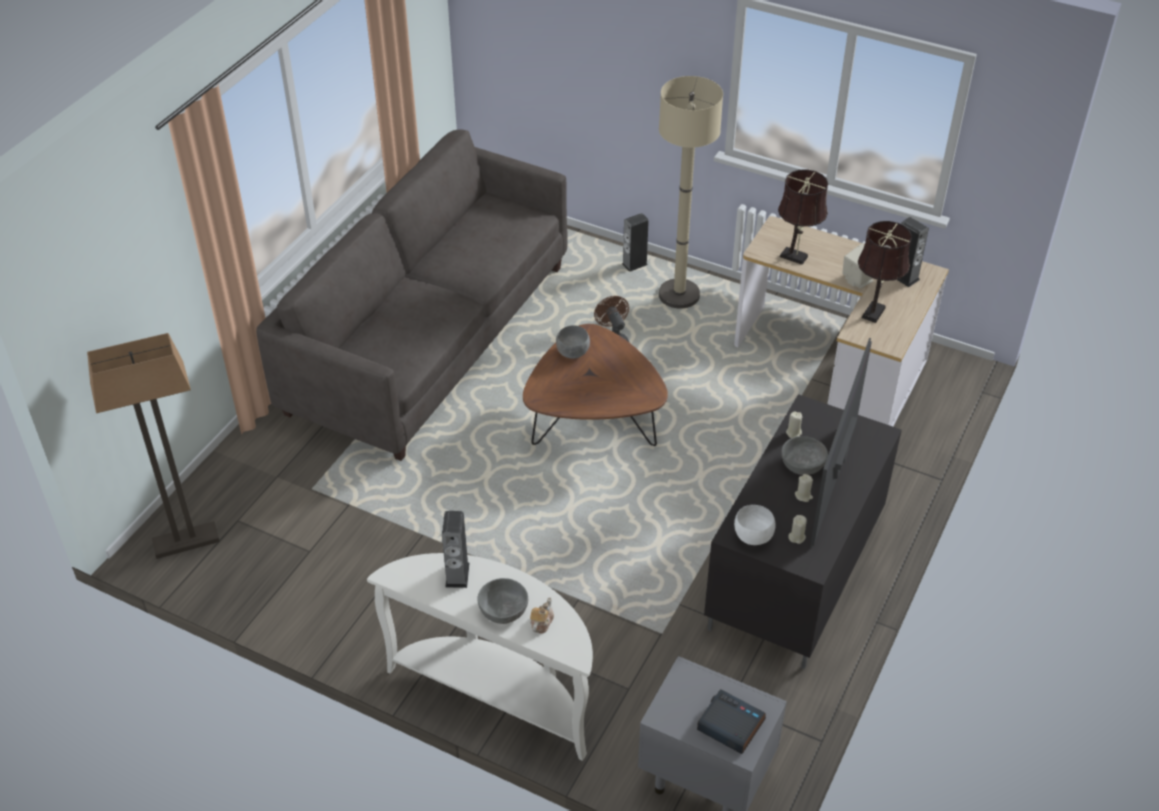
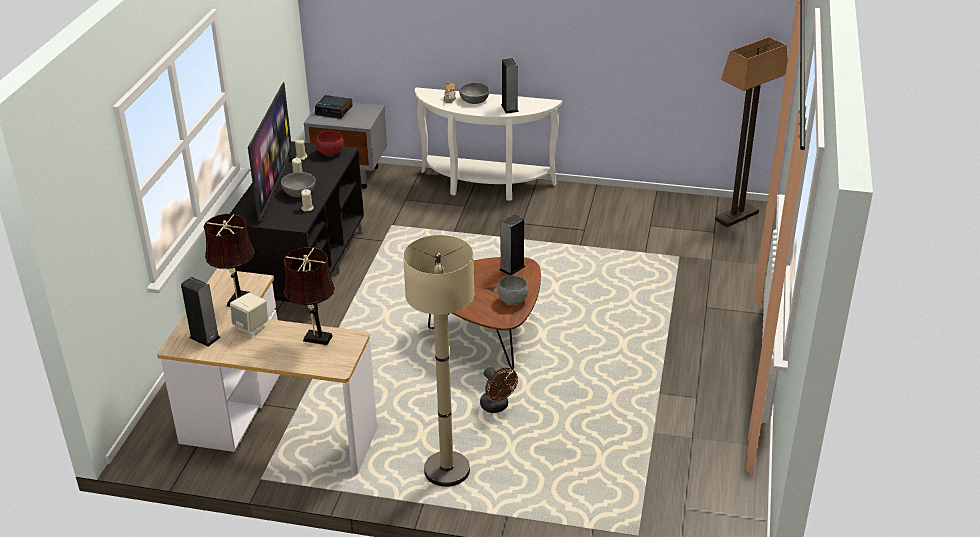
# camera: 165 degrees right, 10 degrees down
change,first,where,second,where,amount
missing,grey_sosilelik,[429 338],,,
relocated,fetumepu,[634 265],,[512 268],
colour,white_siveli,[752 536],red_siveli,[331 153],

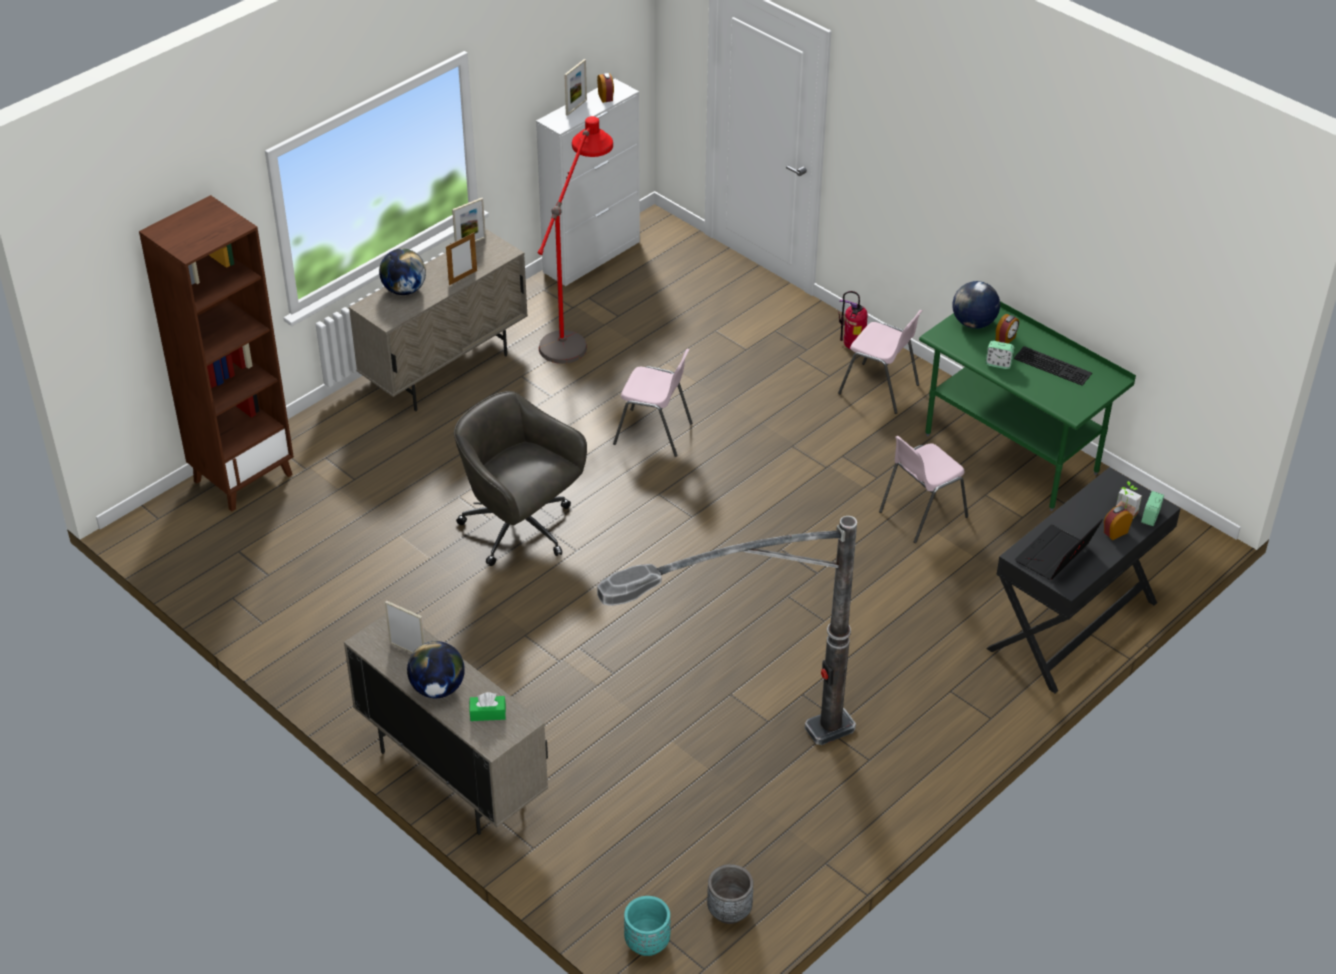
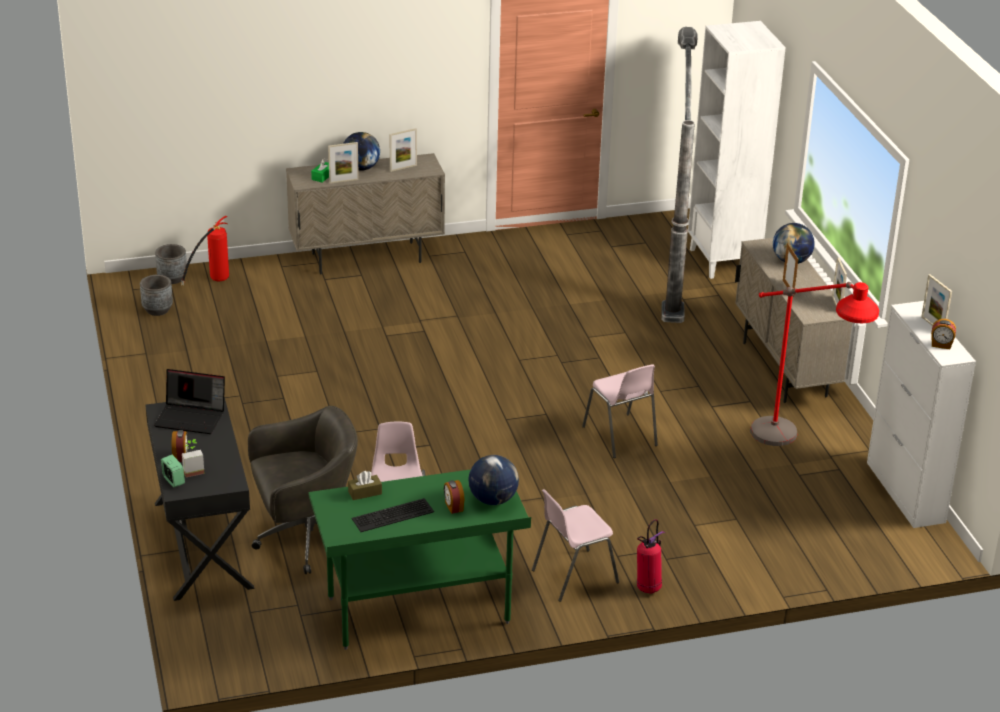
# camera: 120 degrees right, 10 degrees down
change,first,where,second,where,amount
colour,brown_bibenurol,[243 477],white_bibenurol,[723 261],
missing,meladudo,[998 364],,,
spun,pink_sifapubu,[654 434],,[620 436],75 degrees counterclockwise
relocated,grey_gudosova,[520 529],,[305 539],
relocated,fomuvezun,[730 767],,[672 271],
spun,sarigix,[1055 557],,[192 417],120 degrees clockwise
colour,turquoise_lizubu,[647 943],grey_lizubu,[172 278],
appeared,,,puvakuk,[343 181],
appeared,,,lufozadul,[212 282],
appeared,,,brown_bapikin,[365 492],

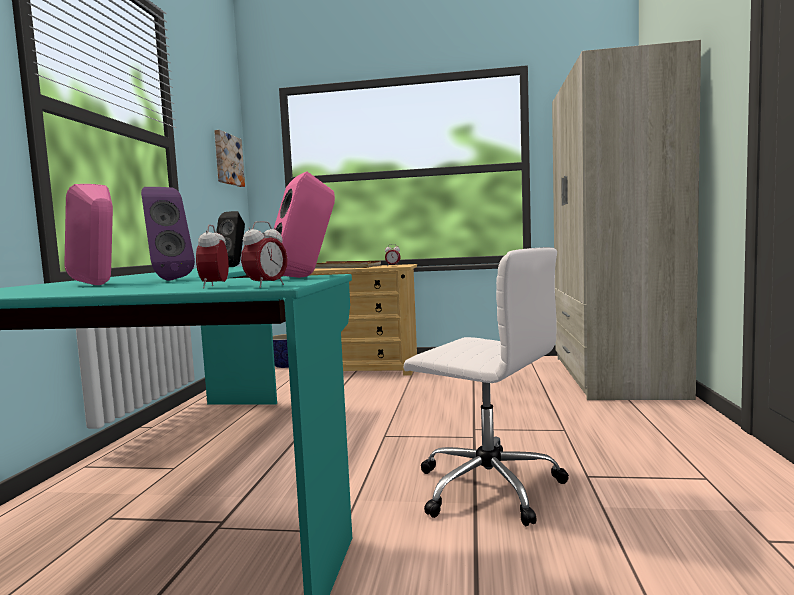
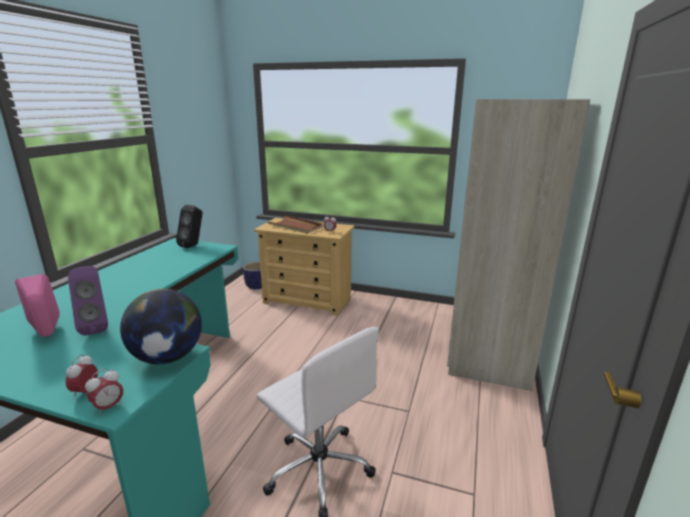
# camera: 10 degrees right, 15 degrees up
change,first,where,second,where,amount
missing,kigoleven,[227 159],,,
exchanged,pink_fetumepu,[304 277],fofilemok,[168 357],

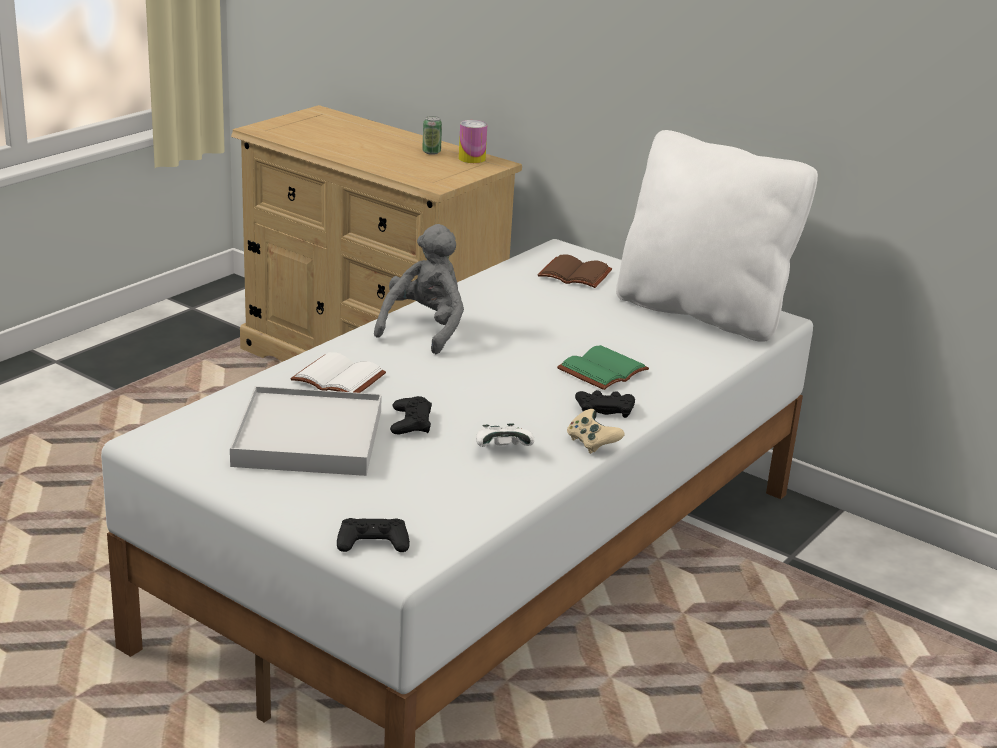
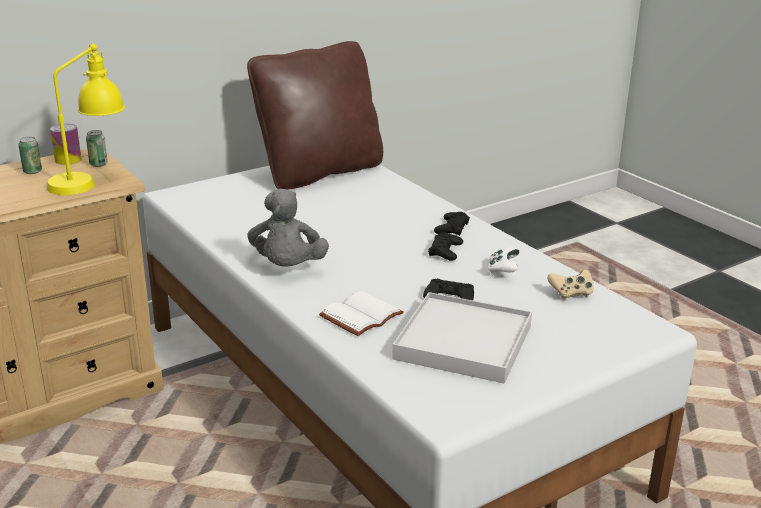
# camera: 70 degrees left, 0 degrees up
change,first,where,second,where,amount
colour,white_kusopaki,[702 312],brown_kusopaki,[319 172],
spun,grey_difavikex,[425 329],,[288 267],135 degrees counterclockwise
missing,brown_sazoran,[576 274],,,
missing,green_sazoran,[602 369],,,
relocated,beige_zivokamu,[591 443],,[571 294],
relocated,black_zivokamu,[373 542],,[445 251],
appeared,,,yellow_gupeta,[90 181],
appeared,,,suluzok,[98 164],

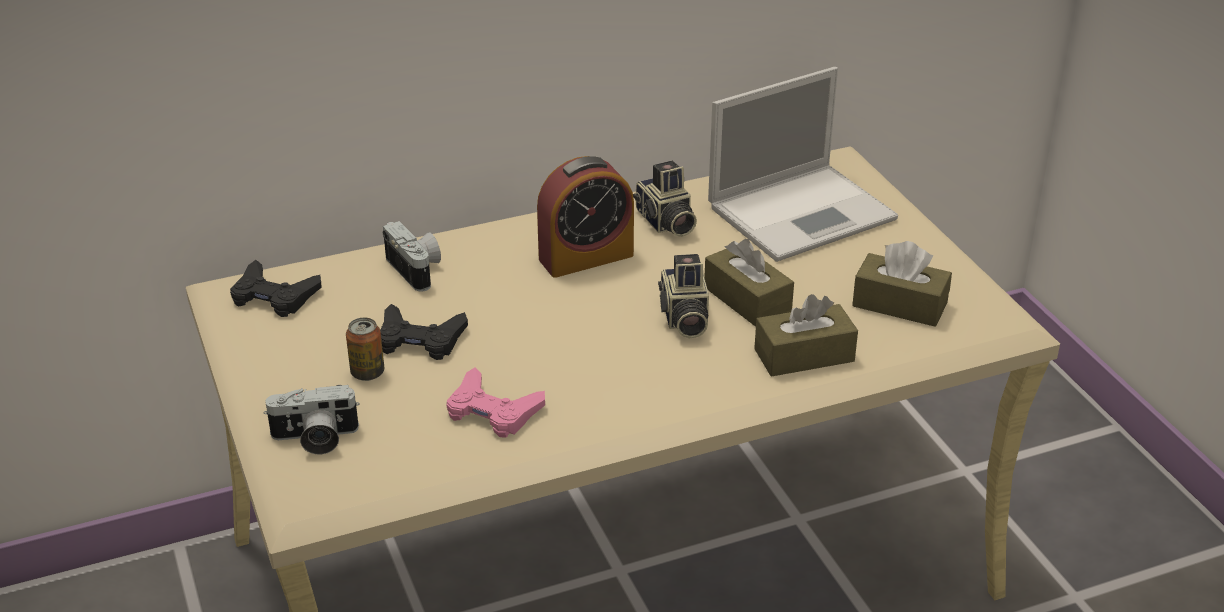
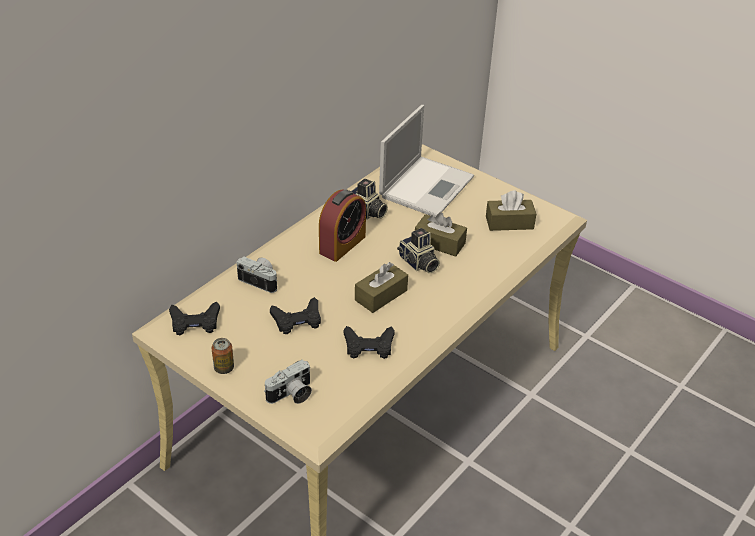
# camera: 30 degrees left, 5 degrees up
change,first,where,second,where,amount
relocated,brown_bapikin,[804 355],,[381 295],
relocated,suluzok,[367 373],,[224 368],
colour,pink_zivokamu,[492 411],black_zivokamu,[368 346],

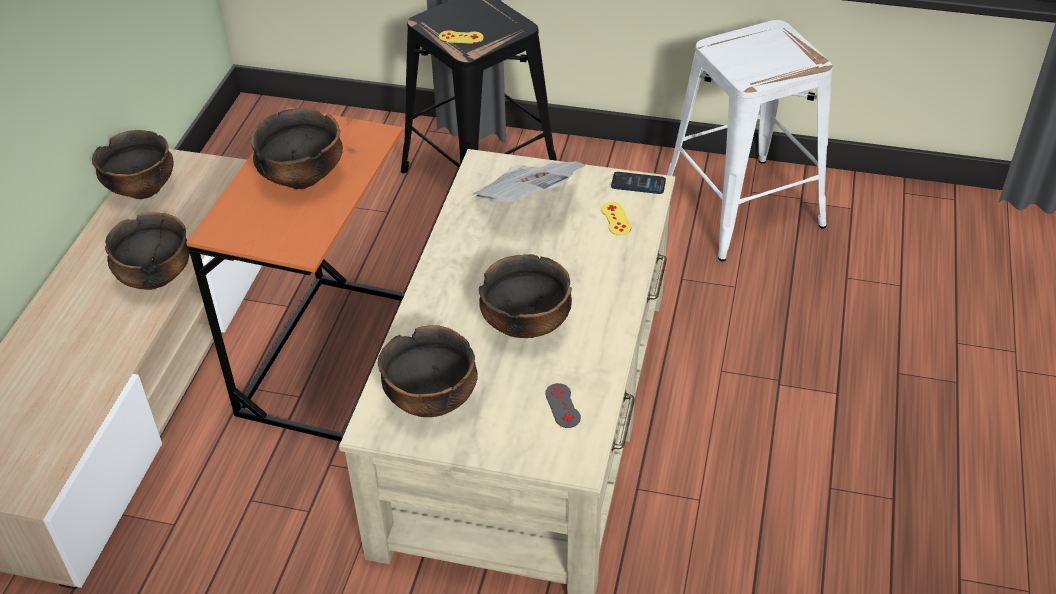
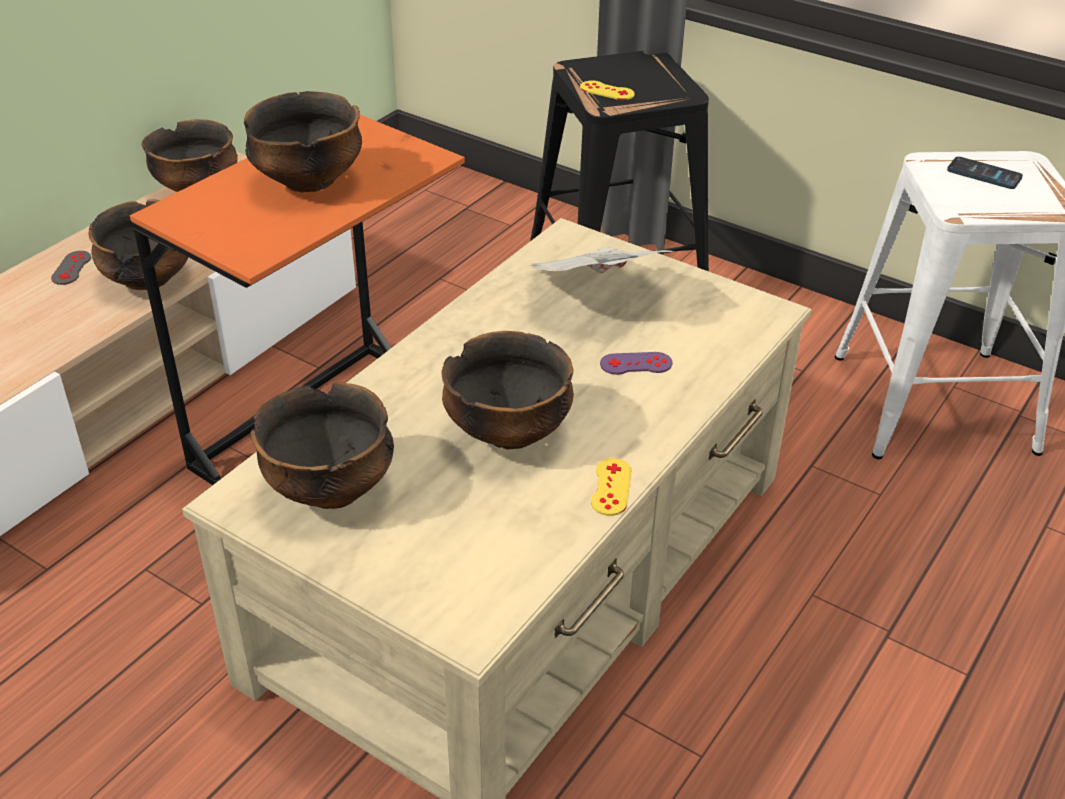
# camera: 20 degrees right, 5 degrees down
change,first,where,second,where,amount
relocated,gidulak,[638 184],,[984 174],
relocated,yellow_zivokamu,[616 219],,[611 487],
relocated,grey_zivokamu,[562 406],,[71 268],
appeared,,,purple_zivokamu,[636 364],

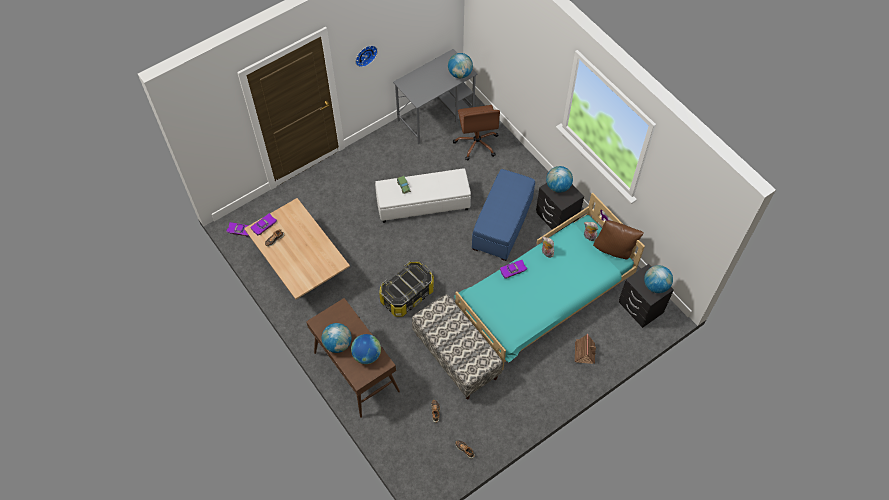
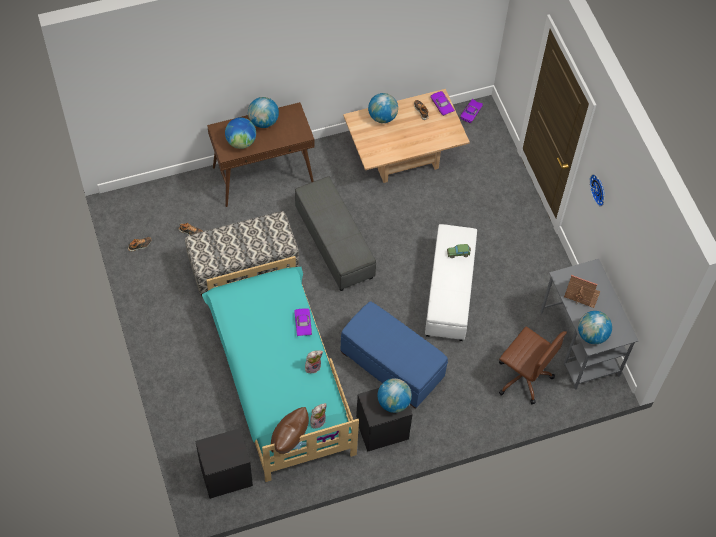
# camera: 105 degrees right, 0 degrees up
change,first,where,second,where,amount
spun,brown_gudosova,[476 143],,[523 377],150 degrees counterclockwise
exchanged,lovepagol,[407 295],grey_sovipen,[335 243],
relocated,fofilemok,[655 285],,[382 117],
relocated,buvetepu,[584 352],,[581 294],

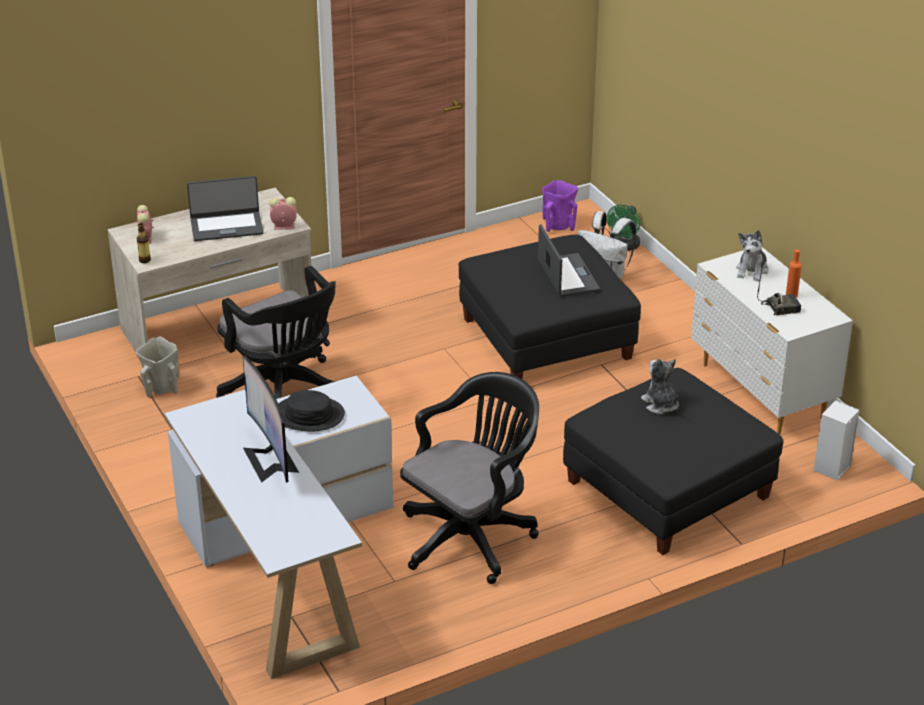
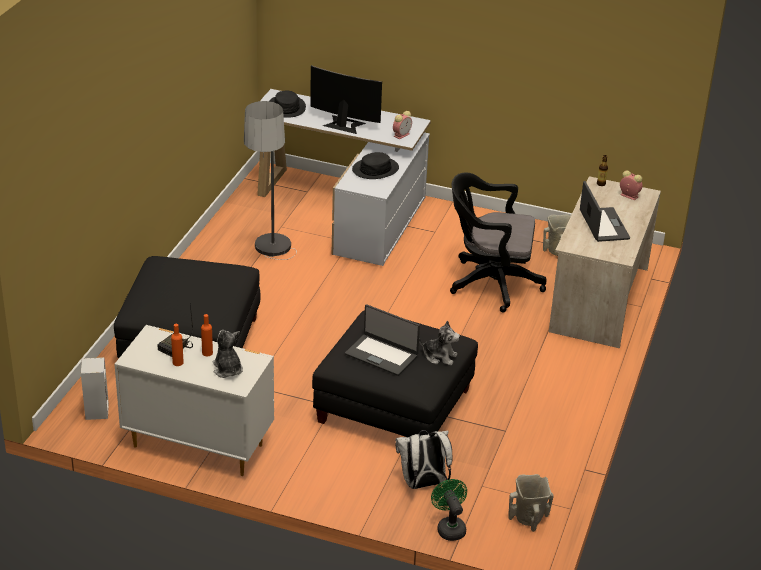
# camera: 135 degrees right, 0 degrees up
change,first,where,second,where,amount
spun,sarigix,[226 226],,[603 225],135 degrees clockwise
colour,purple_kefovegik,[559 225],beige_kefovegik,[528 519],
relocated,meladudo,[283 226],,[402 135],
relocated,difavikex,[660 405],,[439 356],
exchanged,black_gudosova,[472 536],fomuvezun,[271 264],
appeared,,,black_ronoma,[286 107],
appeared,,,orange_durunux,[207 353],

